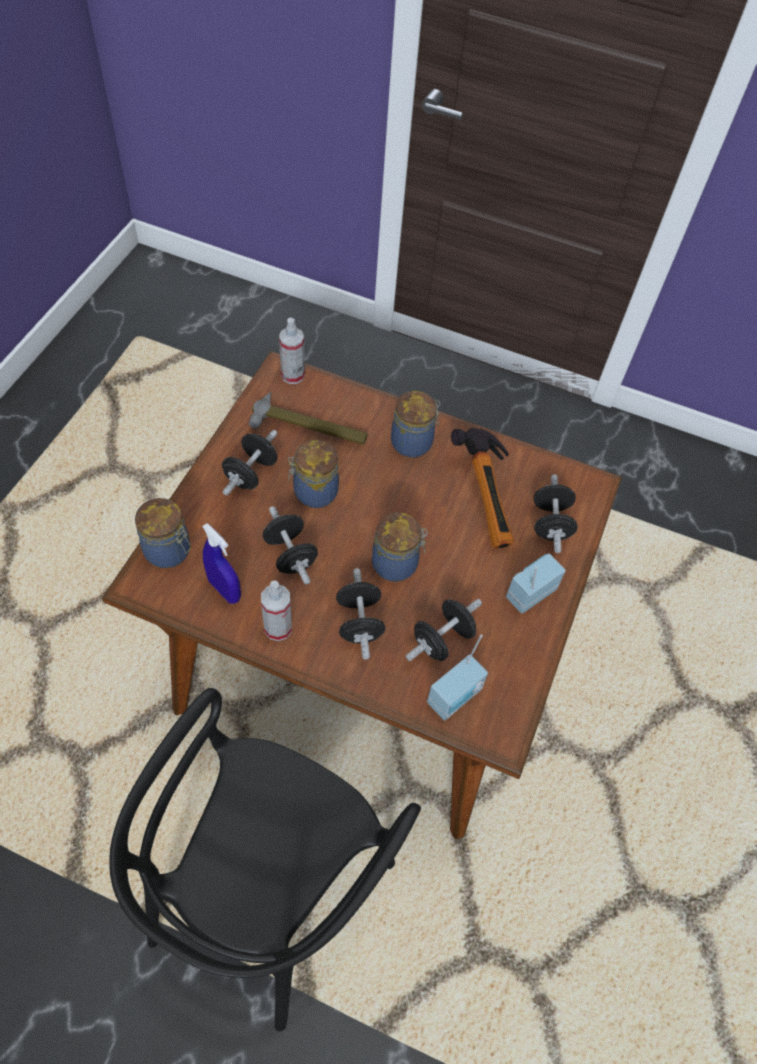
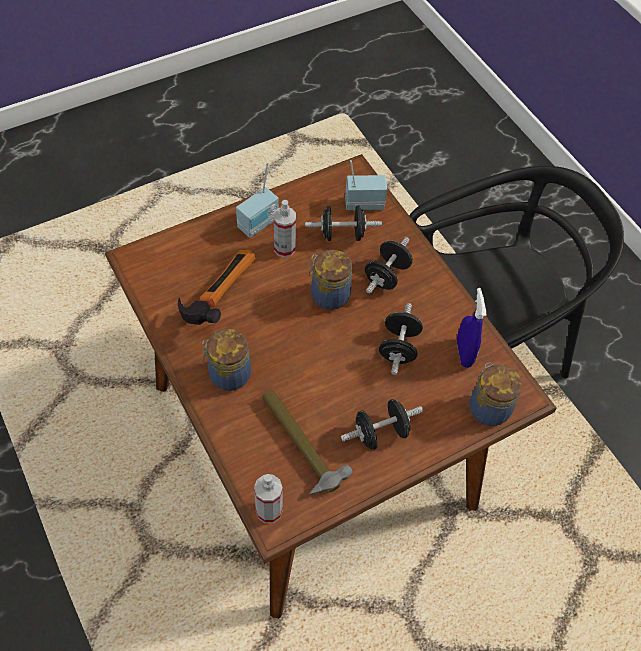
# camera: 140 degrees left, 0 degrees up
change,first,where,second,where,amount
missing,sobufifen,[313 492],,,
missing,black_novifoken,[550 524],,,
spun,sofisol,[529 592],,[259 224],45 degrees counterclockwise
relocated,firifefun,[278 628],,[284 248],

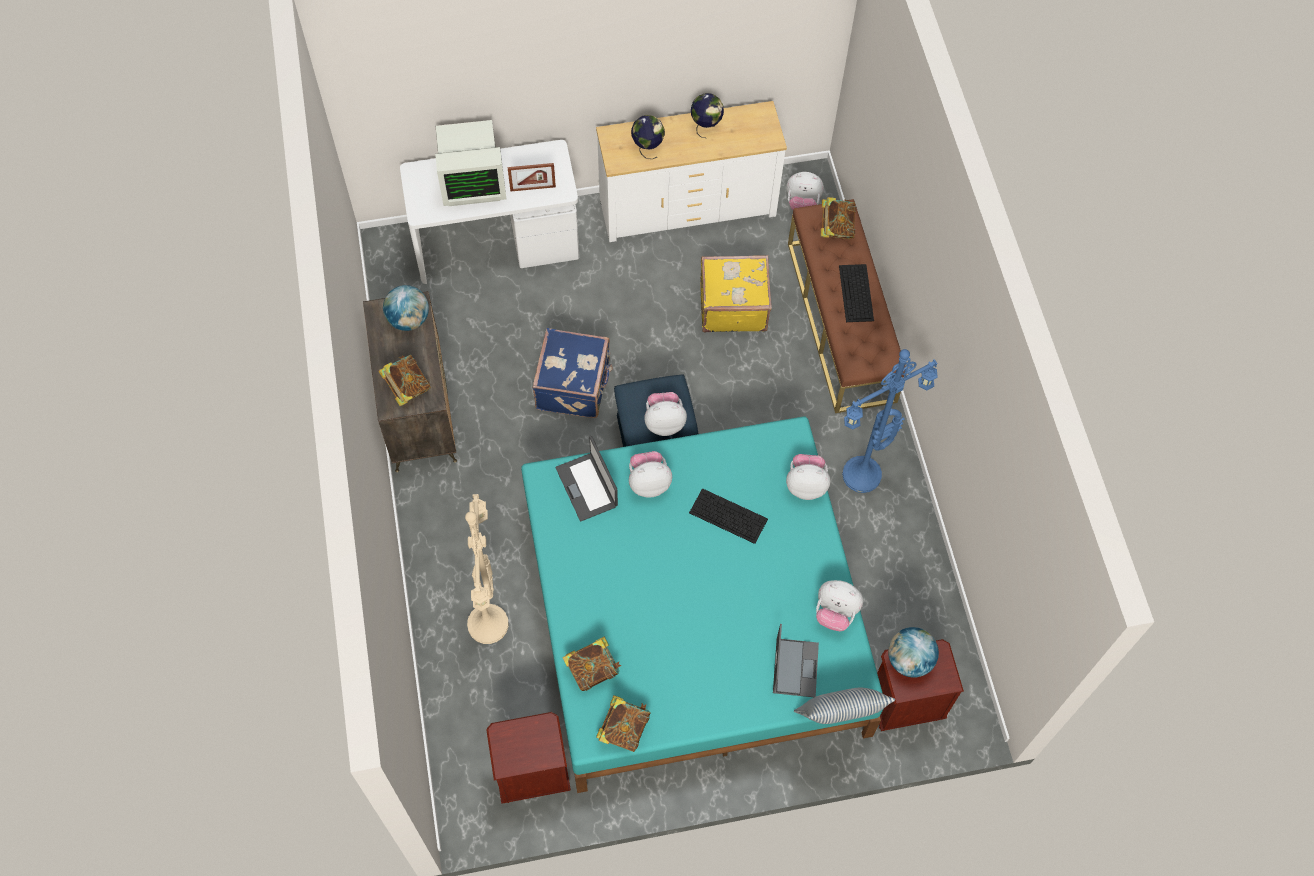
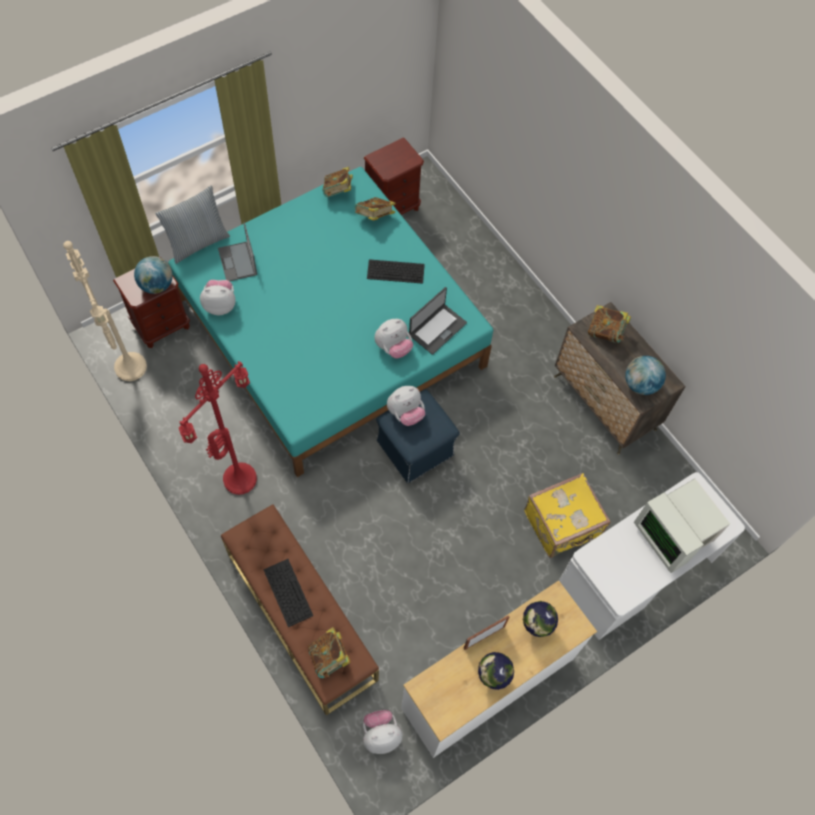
# camera: 155 degrees right, 0 degrees up
change,first,where,second,where,amount
spun,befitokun,[472 182],,[673 535],90 degrees counterclockwise
relocated,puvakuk,[533 188],,[484 637],
relocated,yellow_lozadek,[732 306],,[563 525],
missing,blue_lozadek,[574 385],,,
colour,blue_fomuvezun,[861 478],red_fomuvezun,[239 476],
spun,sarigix,[587 487],,[437 329],90 degrees clockwise
missing,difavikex,[806 485],,,
relocated,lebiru,[727 516],,[396 271],
relocated,beige_fomuvezun,[491 626],,[128 367],

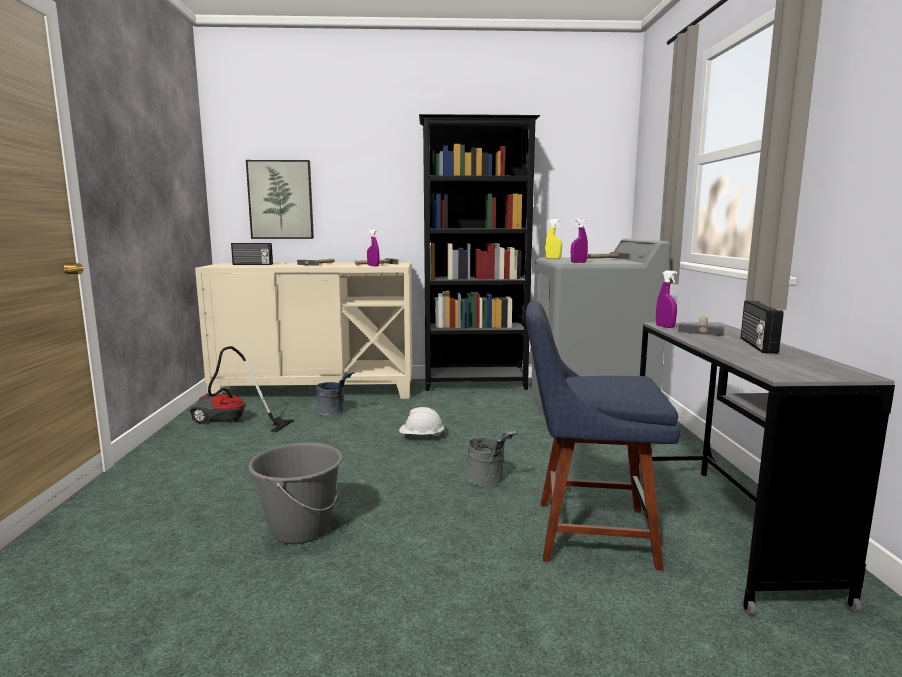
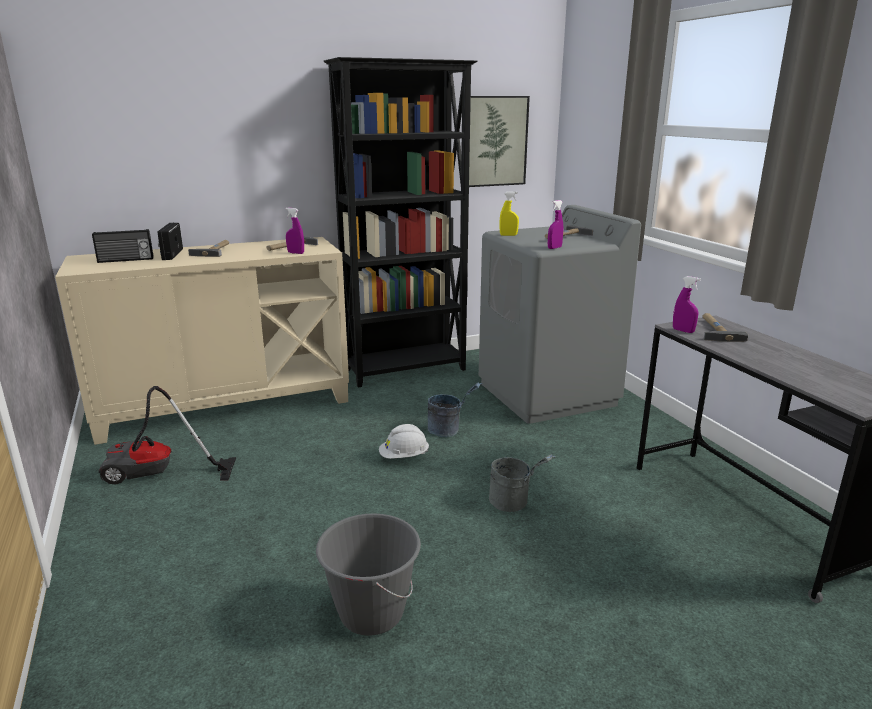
# camera: 20 degrees left, 10 degrees up
change,first,where,second,where,amount
relocated,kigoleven,[281 200],,[494 141],
relocated,sofisol,[756 345],,[171 254],
missing,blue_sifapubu,[586 532],,,
relocated,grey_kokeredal,[334 413],,[449 430],

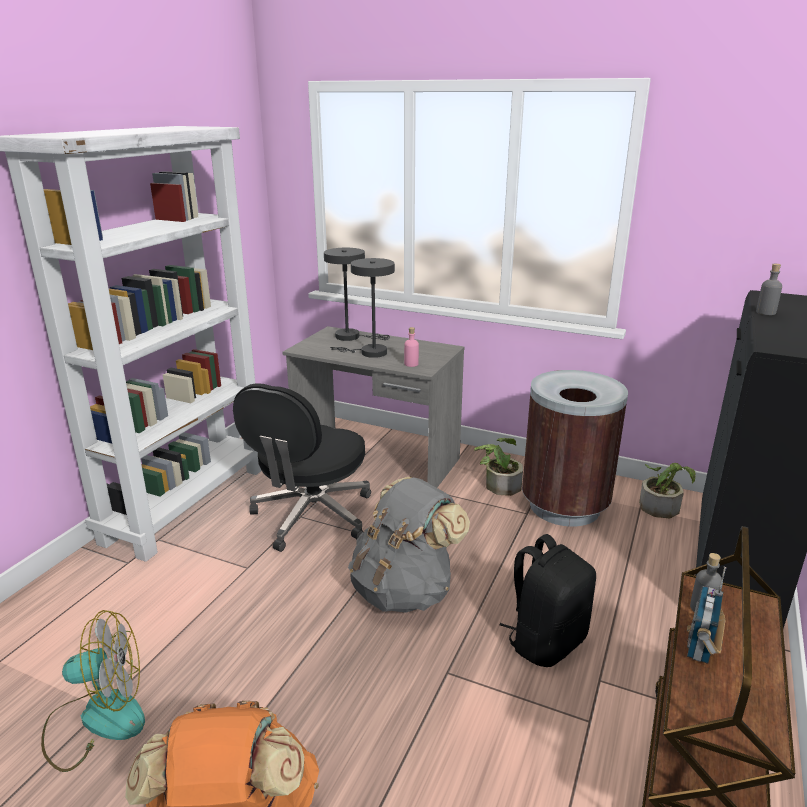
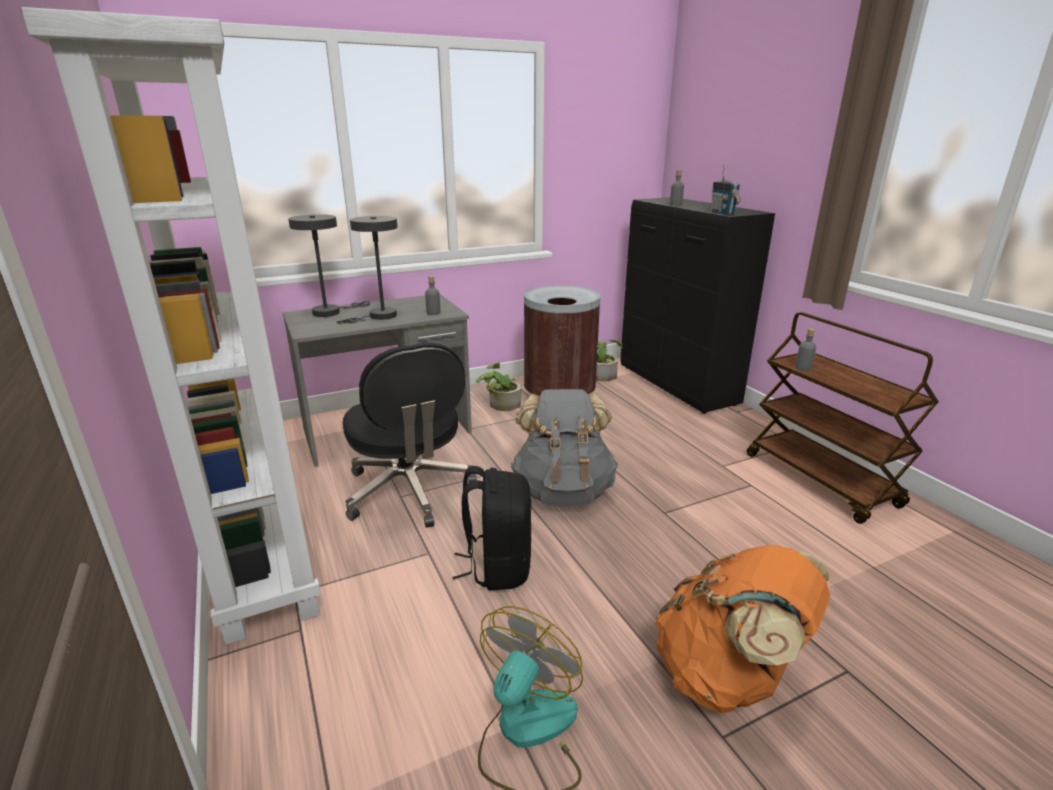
# camera: 50 degrees left, 0 degrees up
change,first,where,second,where,amount
colour,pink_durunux,[411 364],grey_durunux,[433 313],
relocated,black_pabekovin,[546 641],,[497 567],
relocated,sofisol,[701 647],,[722 213],

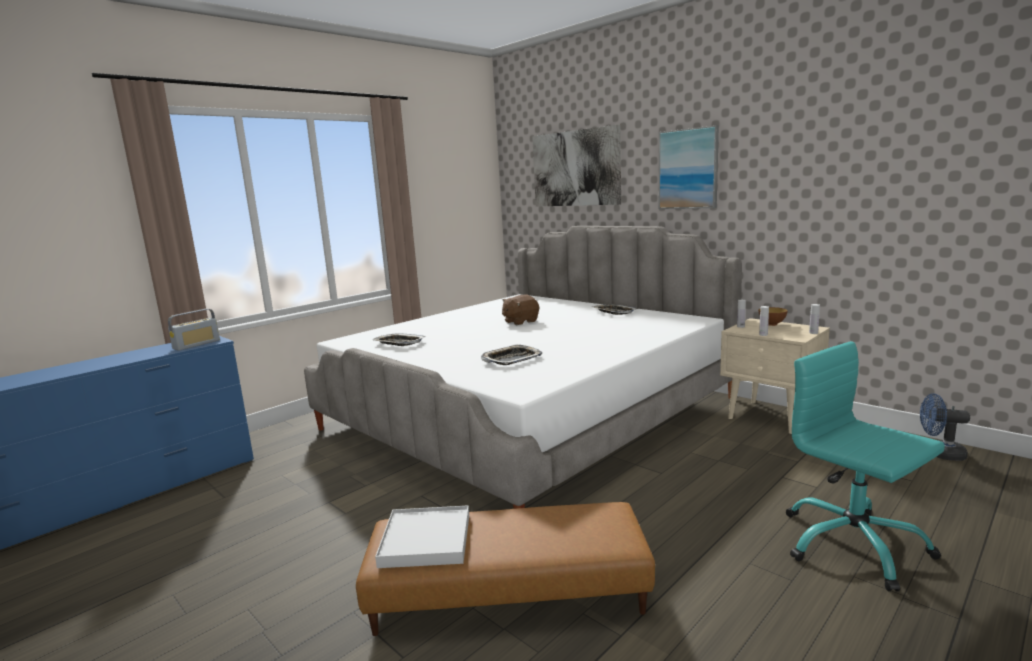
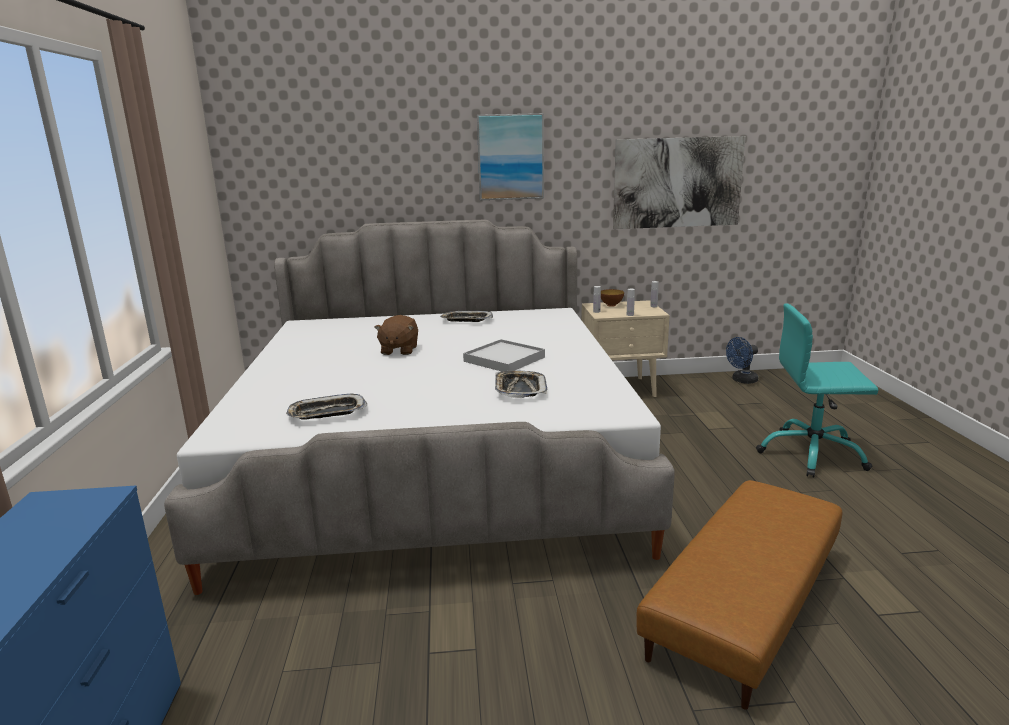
# camera: 50 degrees left, 5 degrees up
change,first,where,second,where,amount
relocated,kigoleven,[575 168],,[677 183],
missing,sofisol,[197 344],,,
relocated,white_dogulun,[426 540],,[504 359],

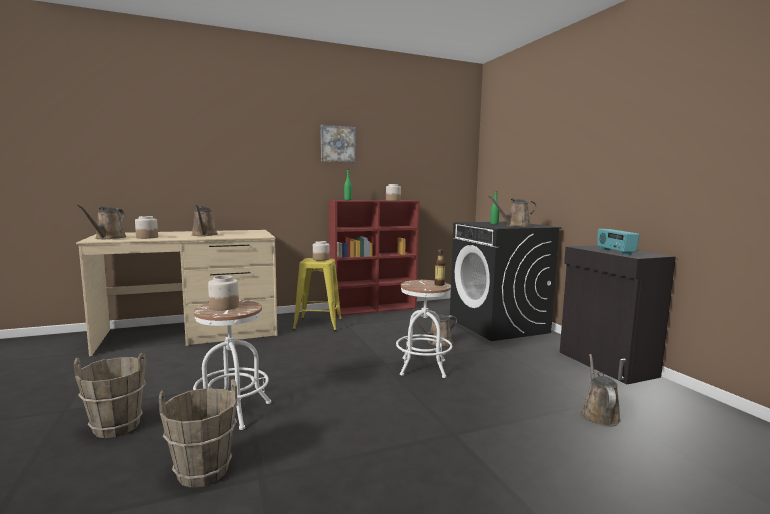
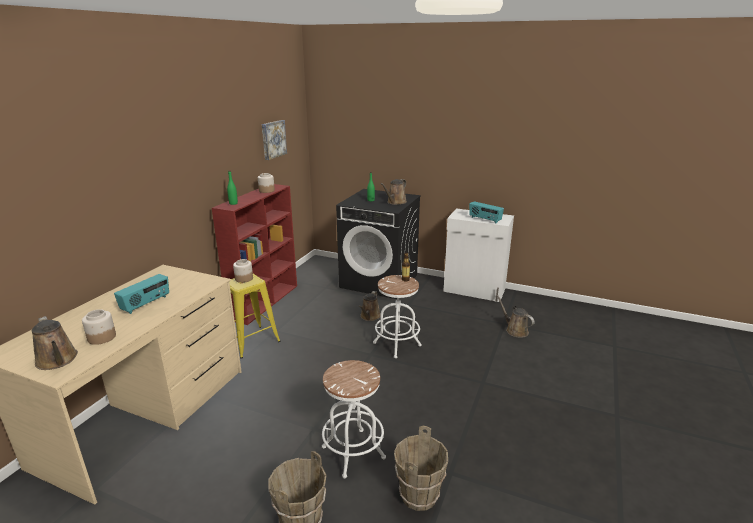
# camera: 45 degrees left, 15 degrees up
change,first,where,second,where,amount
relocated,kigoleven,[337 144],,[273 139],
exchanged,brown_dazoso,[204 235],sofisol,[146 304],
colour,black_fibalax,[606 364],white_fibalax,[474 290],
missing,sobufifen,[223 306],,,

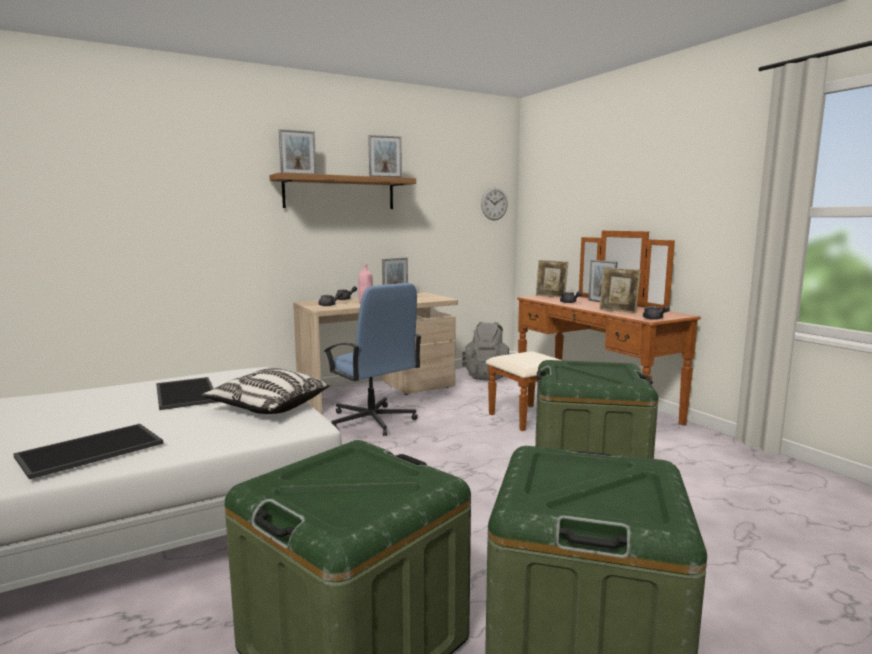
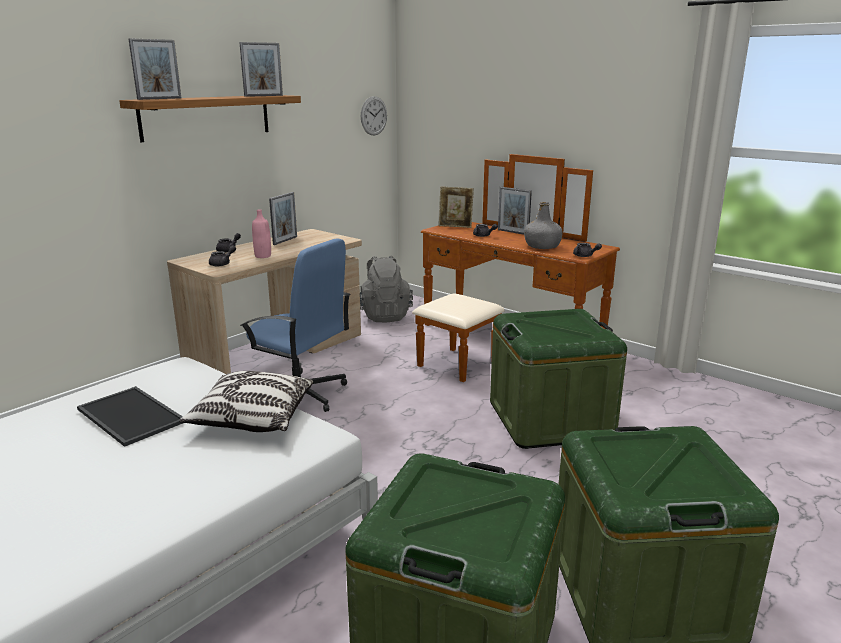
# camera: 20 degrees left, 10 degrees up
change,first,where,second,where,amount
exchanged,puvakuk,[618 311],grey_durunux,[542 246],
missing,dogulun,[90 451],,,

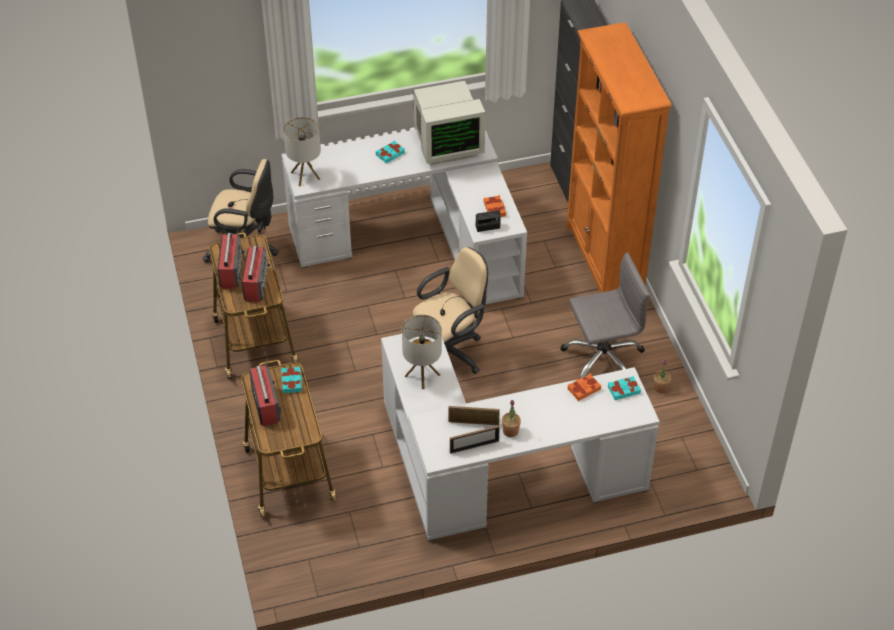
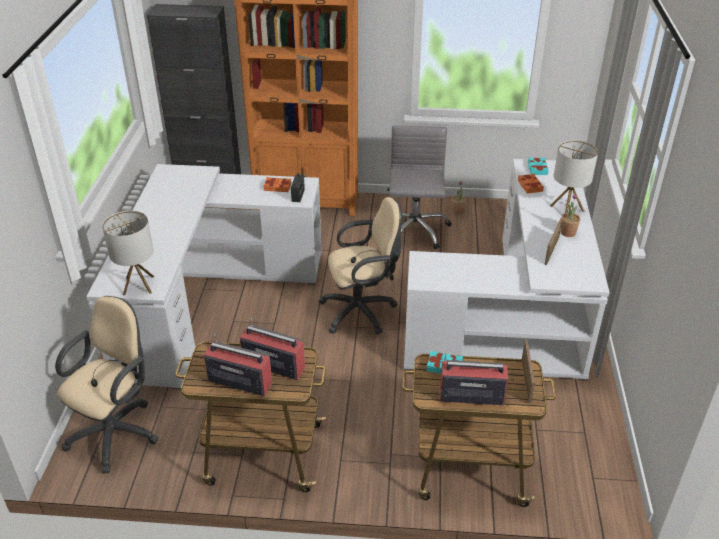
# camera: 70 degrees left, 10 degrees down
change,first,where,second,where,amount
missing,befitokun,[447 144],,,
missing,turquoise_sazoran,[390 154],,,
spun,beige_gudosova,[450 353],,[362 311],90 degrees clockwise
relocated,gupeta,[422 375],,[567 208],
relocated,puvakuk,[474 446],,[526 380],

